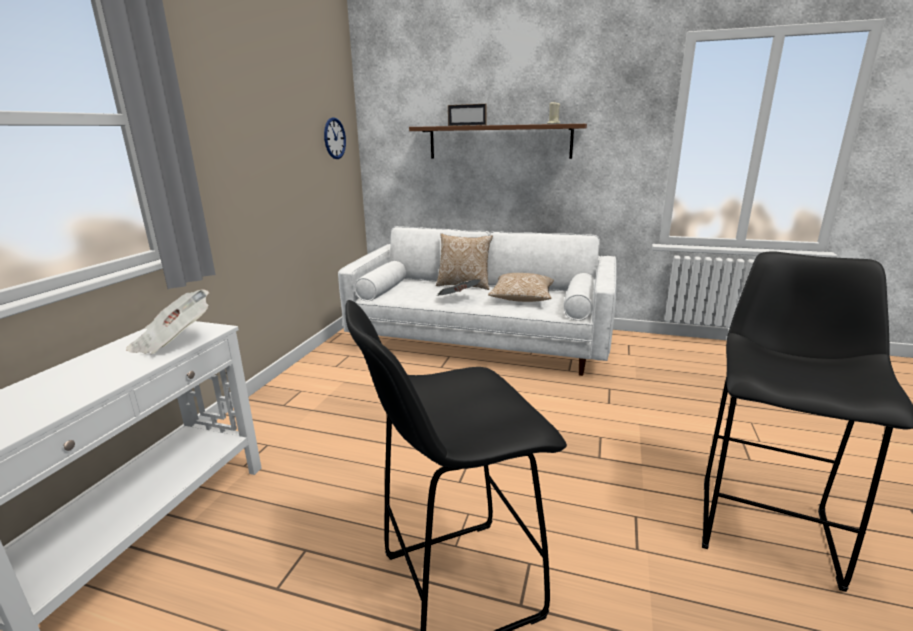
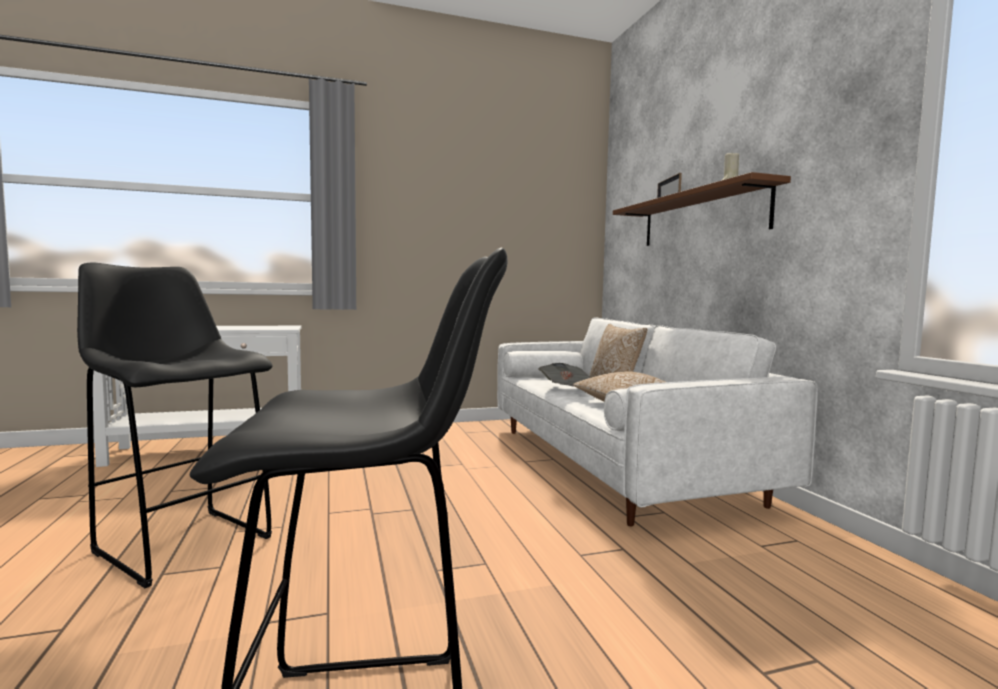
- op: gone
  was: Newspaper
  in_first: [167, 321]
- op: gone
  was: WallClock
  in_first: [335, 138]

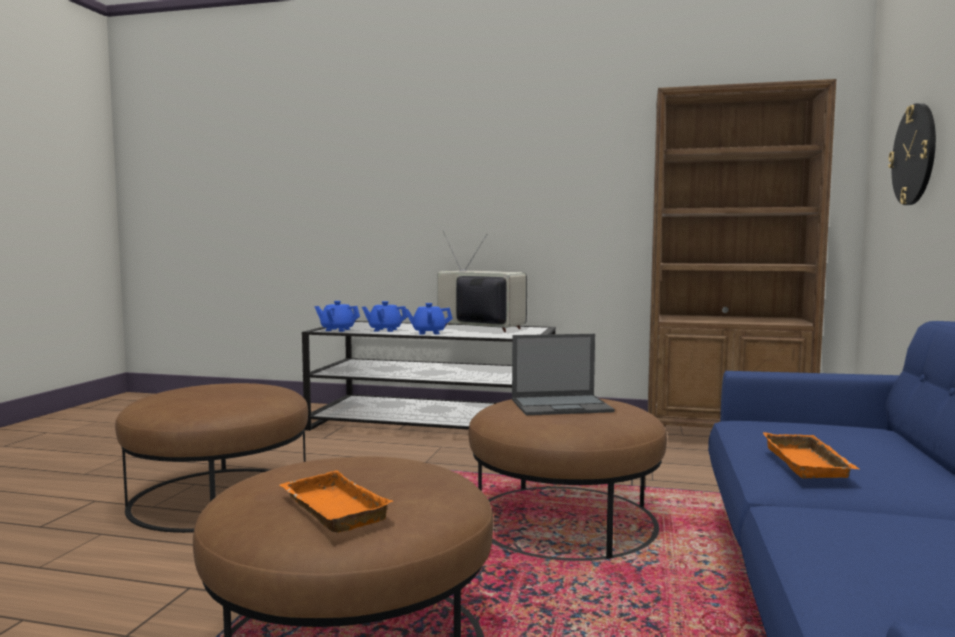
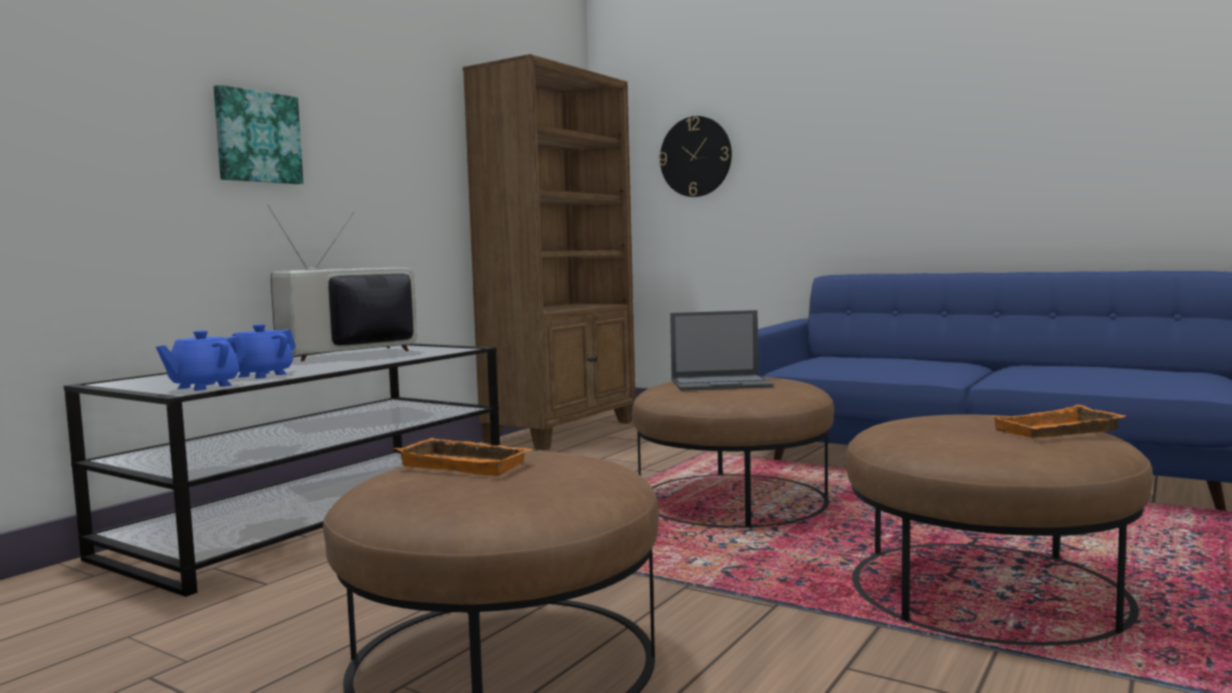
- op: new
  now: Picture
  in_second: [258, 134]
- op: shifted
  was: OrangeTray
  in_first: [811, 455]
  in_second: [463, 457]
- op: rotated
  was: Laptop
  in_first: [563, 374]
  in_second: [722, 350]
  clockwise: 75
- op: gone
  was: BlueTeapot
  in_first: [428, 319]

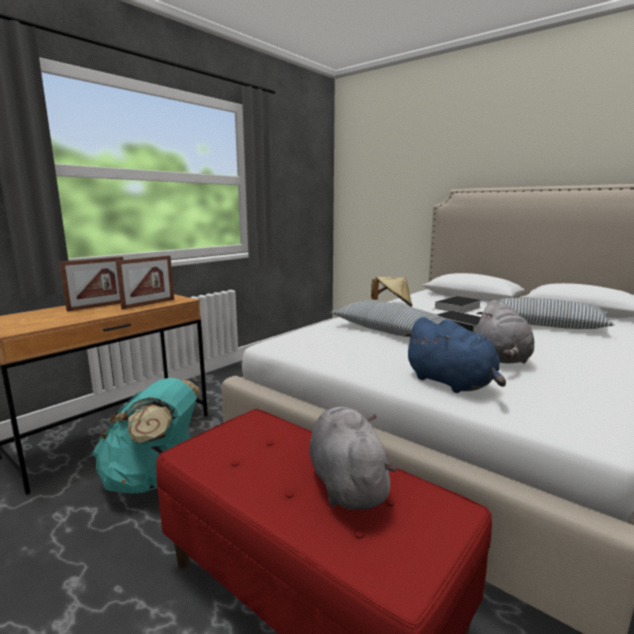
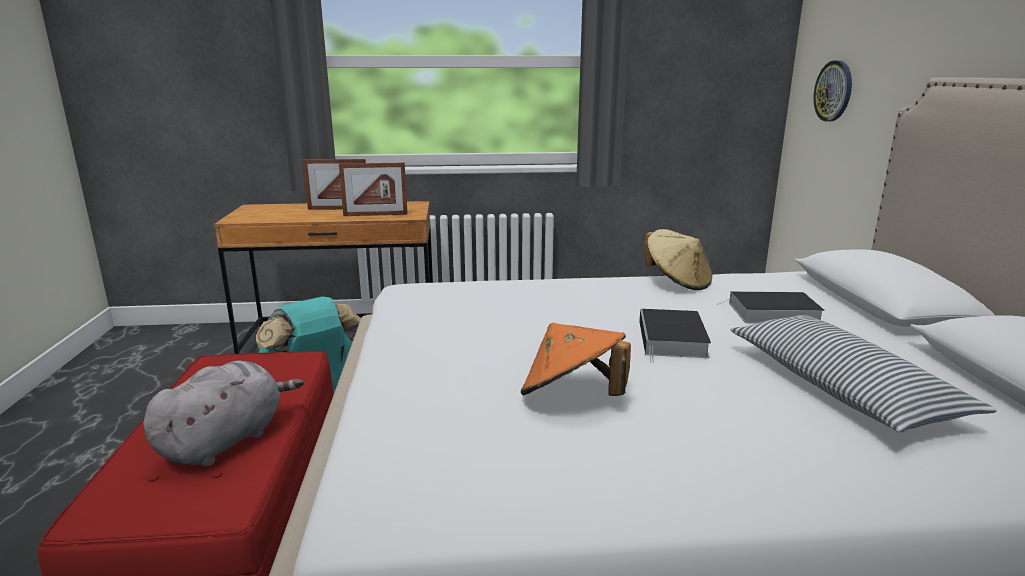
- op: swapped
  was: GreyPlushToy
  now: OrangeHat
  in_first: [505, 332]
  in_second: [576, 359]
- op: new
  now: WallClock
  in_second: [832, 91]
- op: gone
  was: Pillow
  in_first: [393, 318]
- op: gone
  was: BluePlushToy
  in_first: [454, 355]

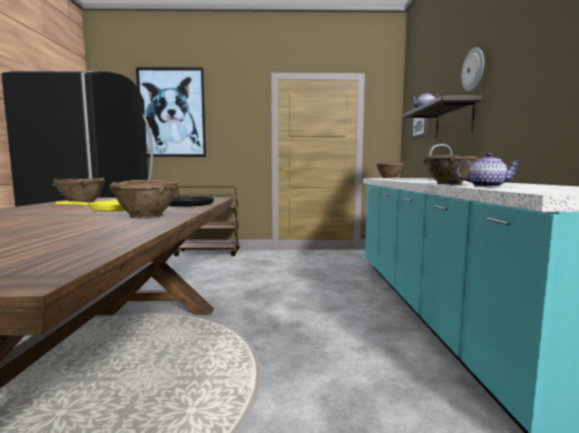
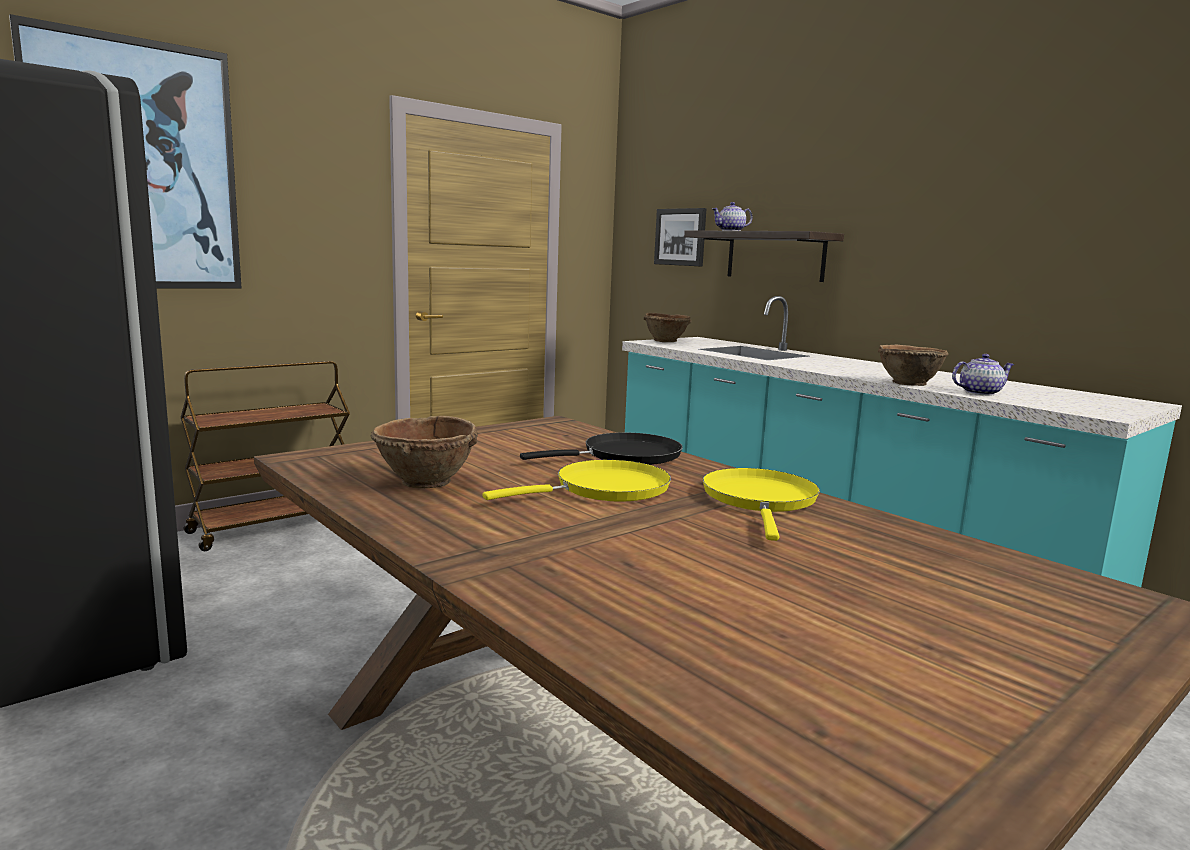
- op: swapped
  was: BrownBowl
  now: YellowFryingPan
  in_first: [144, 199]
  in_second: [761, 504]
- op: gone
  was: WallClock
  in_first: [472, 69]

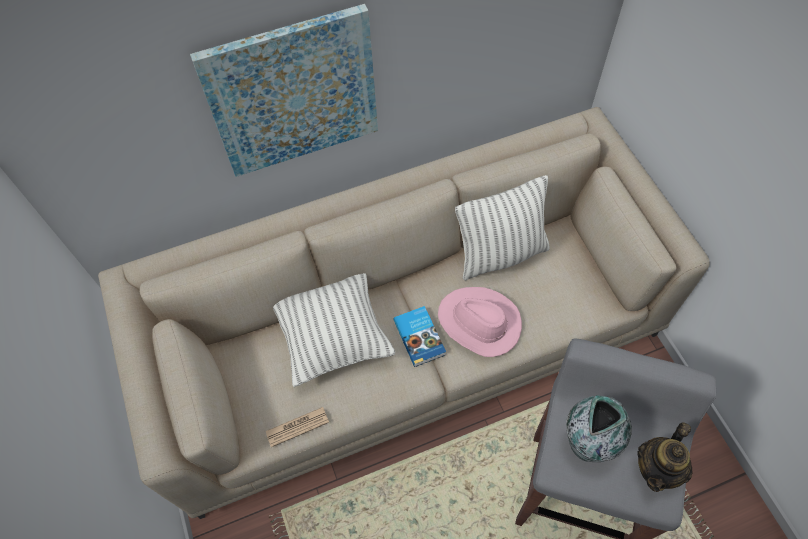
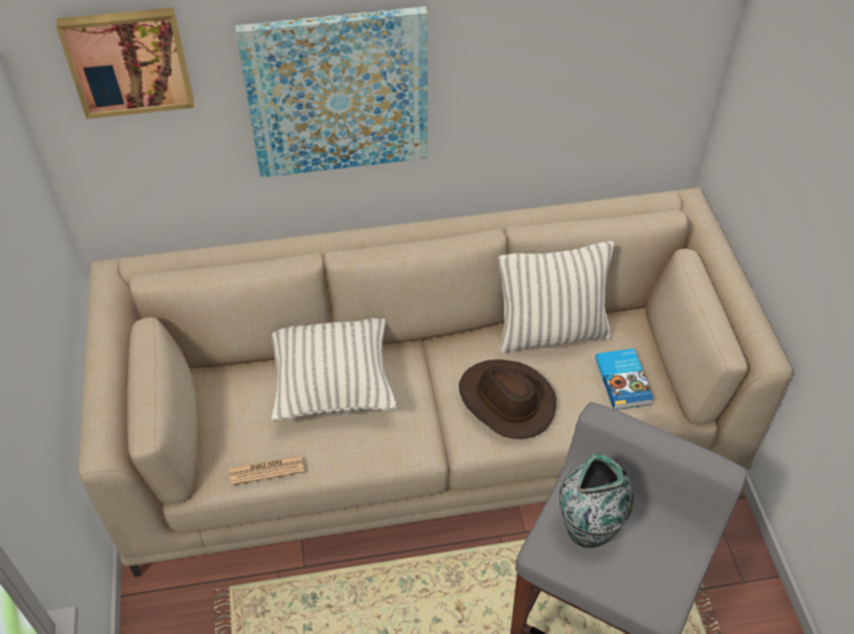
- op: new
  now: Picture
  in_second: [125, 63]
- op: repainted
  was: PinkHat
  now: BrownHat
  in_first: [480, 322]
  in_second: [507, 399]
- op: shifted
  was: Book
  in_first: [419, 336]
  in_second: [624, 379]
- op: gone
  was: Teapot
  in_first: [664, 457]

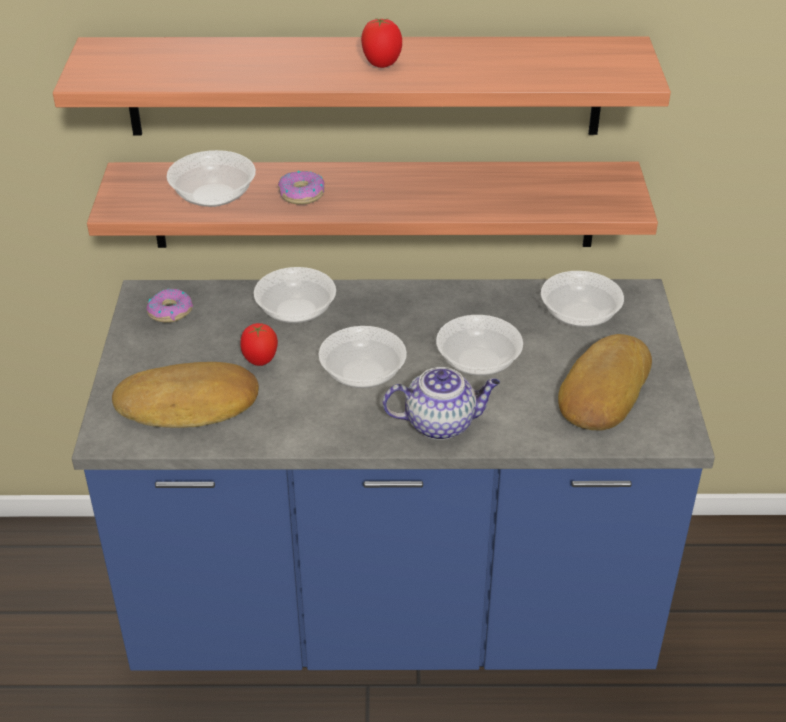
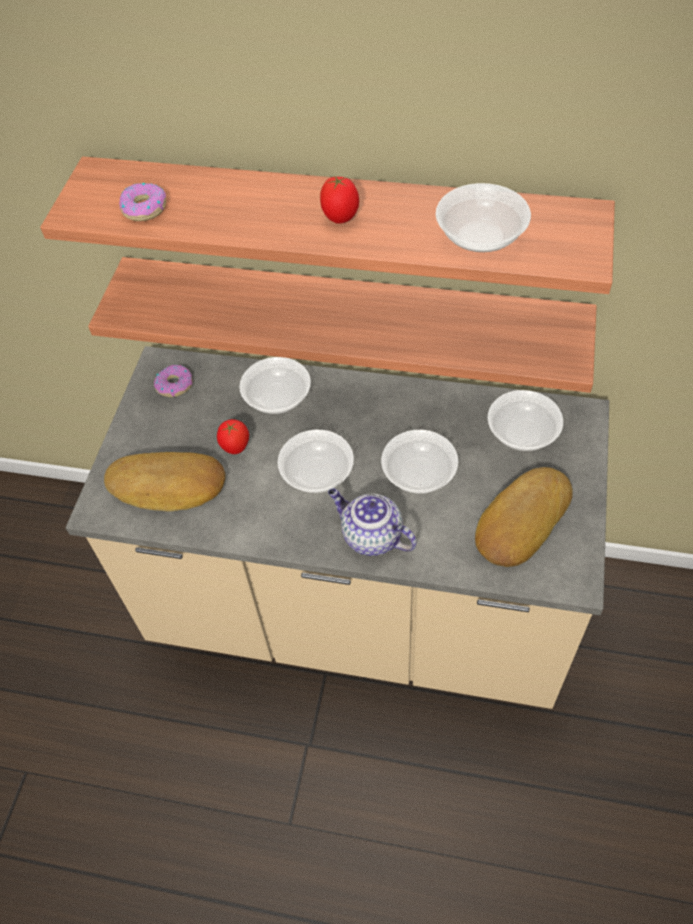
- op: repainted
  was: BlueCounter
  now: BeigeCounter
  in_first: [393, 475]
  in_second: [337, 527]
- op: shifted
  was: Donut
  in_first: [301, 188]
  in_second: [142, 202]
- op: rotated
  was: Teapot
  in_first: [441, 403]
  in_second: [372, 522]
  clockwise: -150
- op: shifted
  was: Bowl
  in_first: [211, 178]
  in_second: [483, 217]

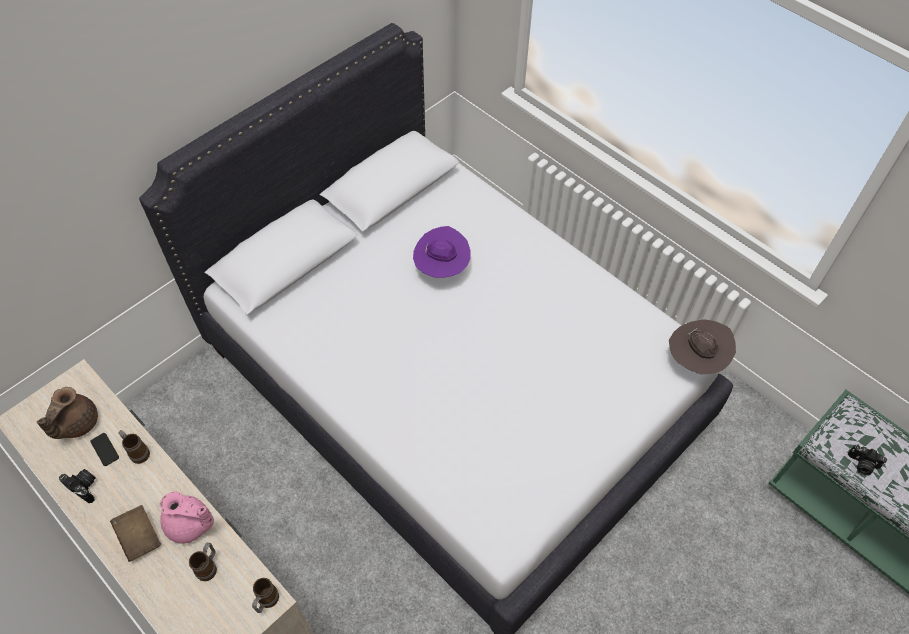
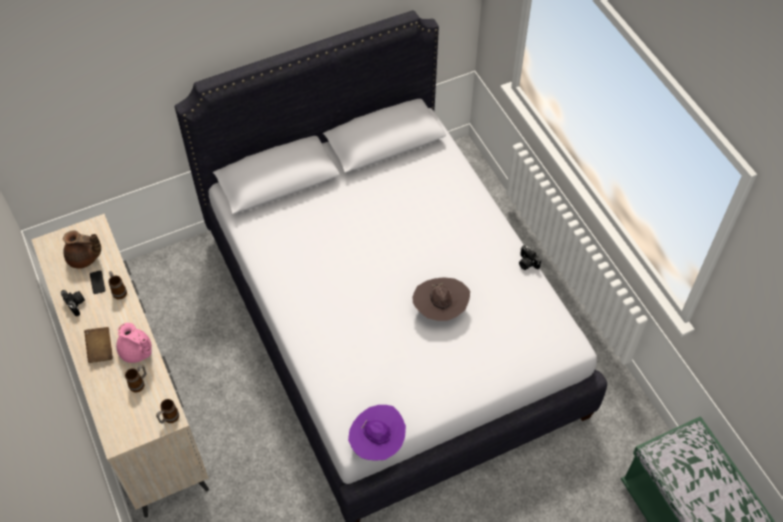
- op: rotated
  was: BrownTeapot
  in_first: [67, 413]
  in_second: [82, 249]
  clockwise: -120
- op: shifted
  was: PurpleHat
  in_first: [441, 252]
  in_second: [377, 433]
- op: shifted
  was: BrownHat
  in_first: [702, 346]
  in_second: [441, 299]
- op: shifted
  was: PhotoCamera
  in_first: [867, 460]
  in_second: [530, 257]

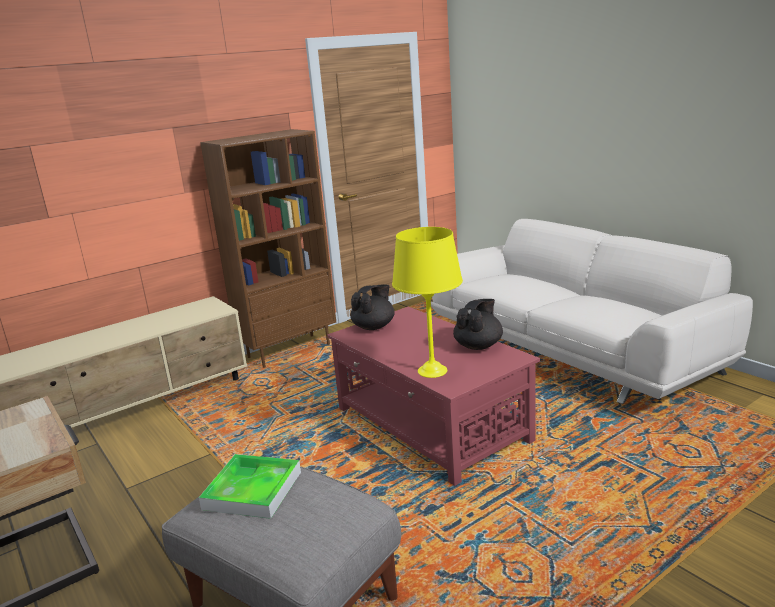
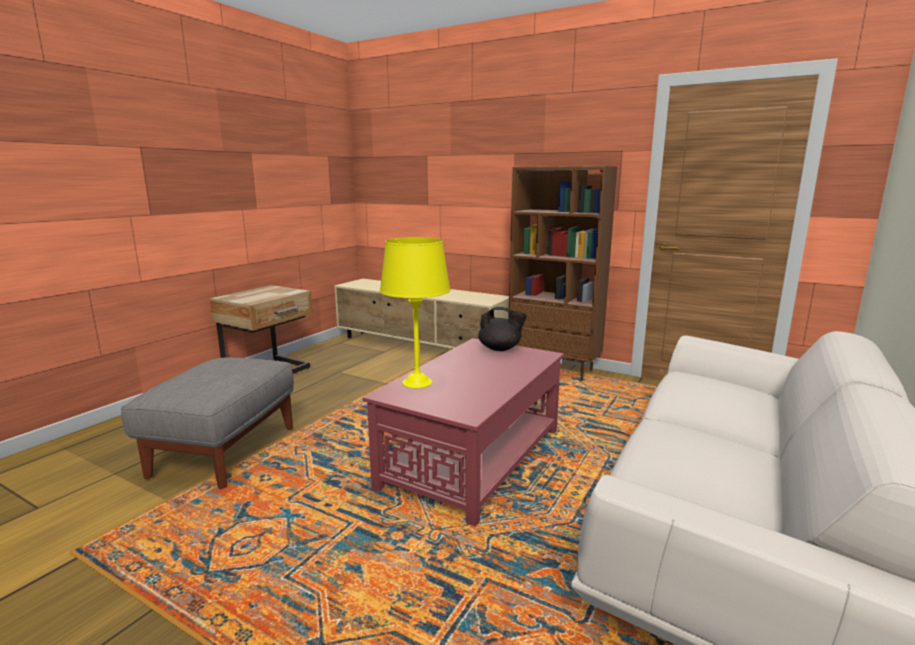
- op: gone
  was: Tray
  in_first: [250, 486]
- op: gone
  was: BlackTeapot
  in_first: [478, 324]

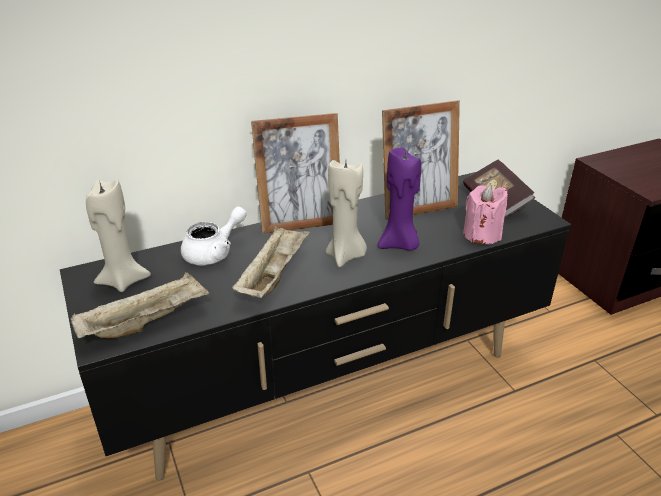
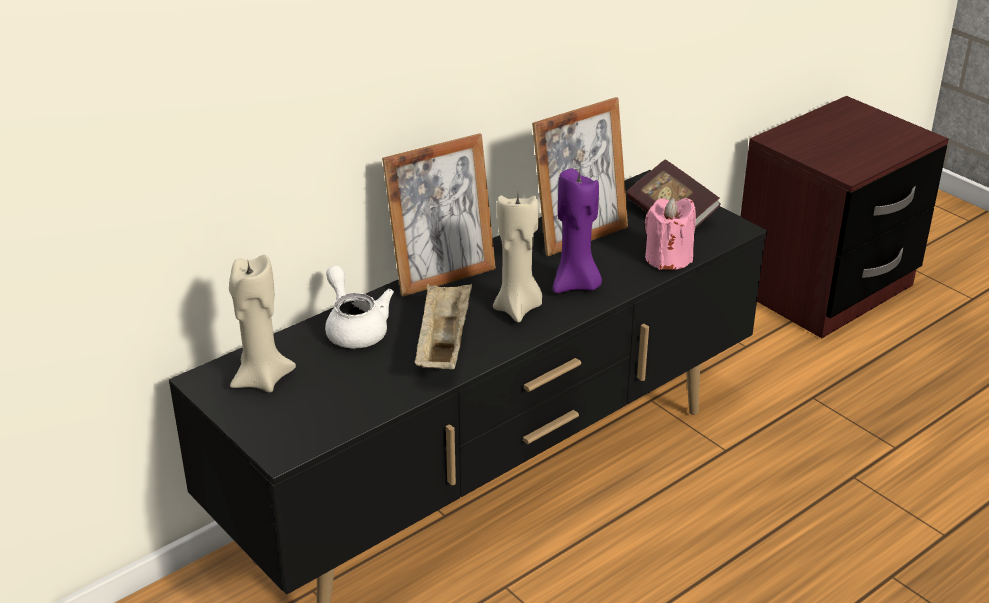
- op: rotated
  was: WhiteTeapot
  in_first: [214, 235]
  in_second: [359, 307]
  clockwise: -60
- op: gone
  was: BeigeTray
  in_first: [139, 305]

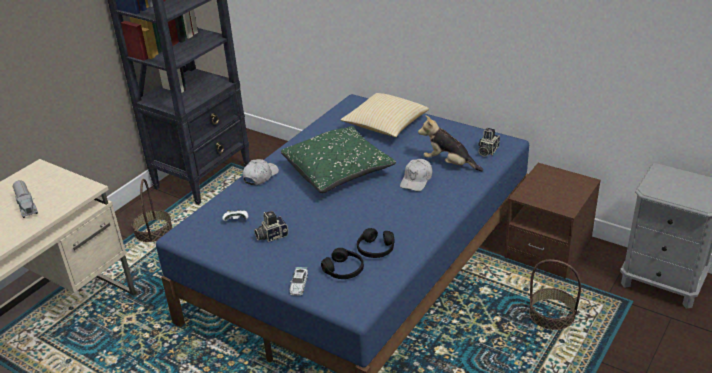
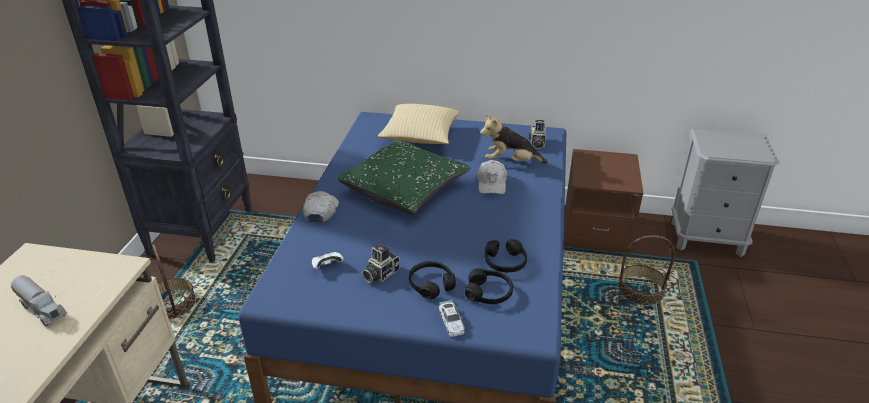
- op: new
  now: BlackHeadphones
  in_second: [432, 280]

